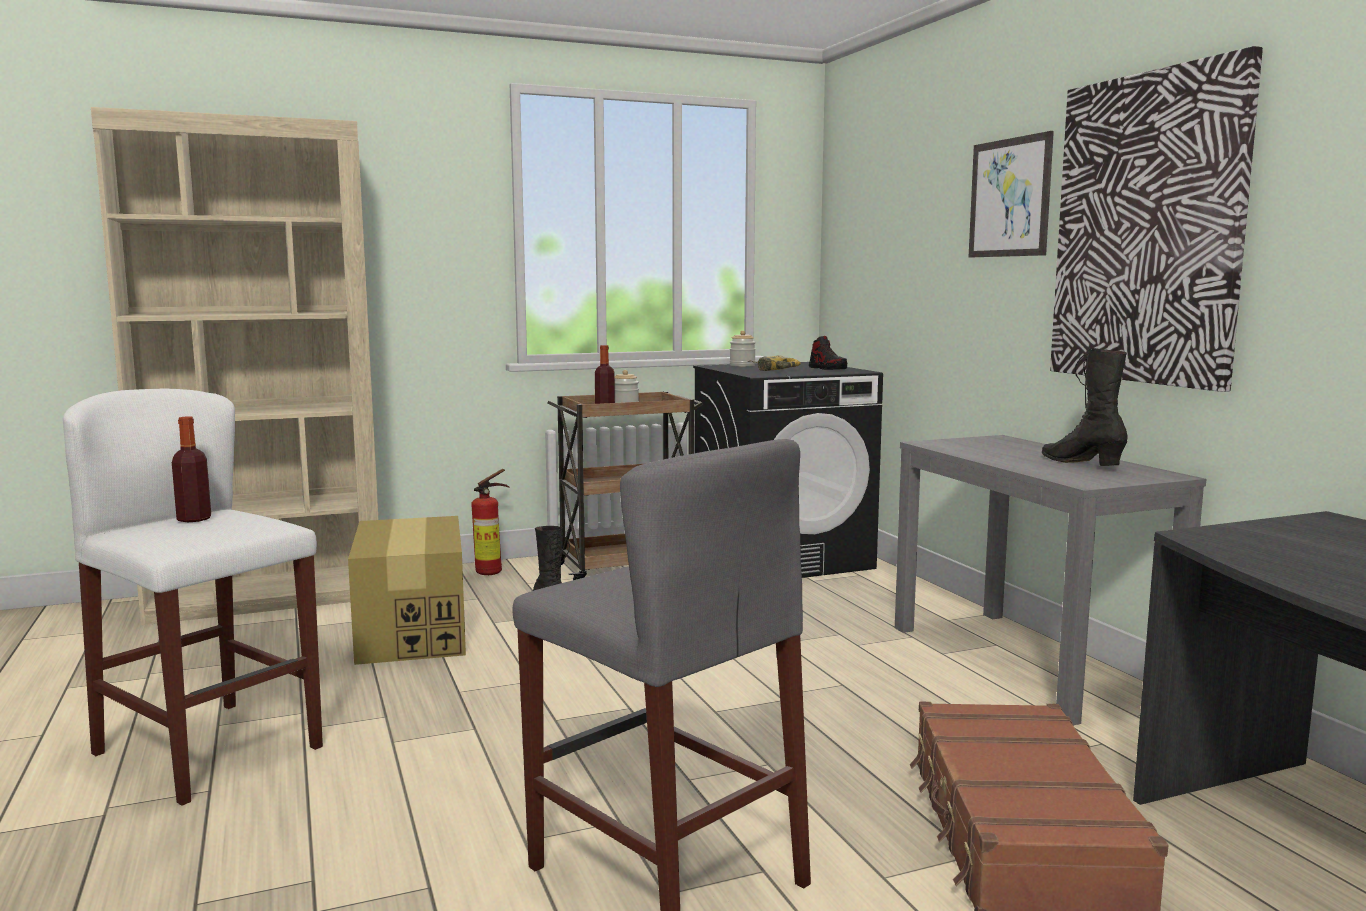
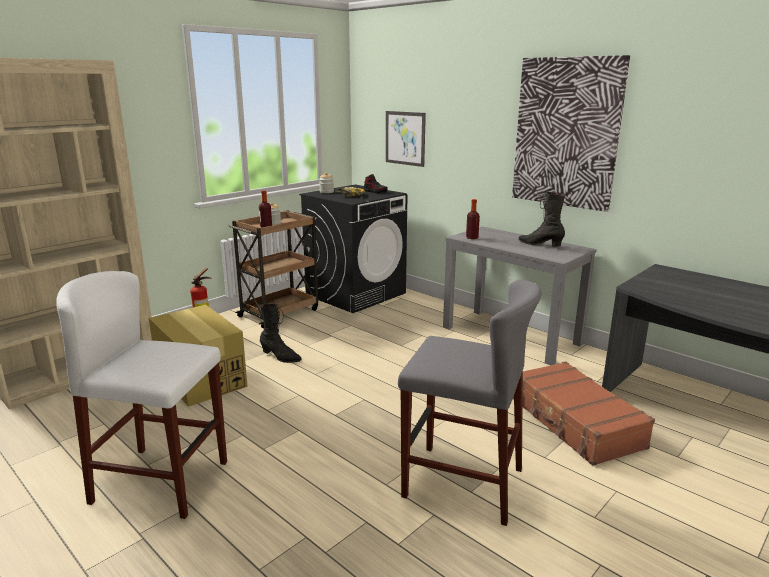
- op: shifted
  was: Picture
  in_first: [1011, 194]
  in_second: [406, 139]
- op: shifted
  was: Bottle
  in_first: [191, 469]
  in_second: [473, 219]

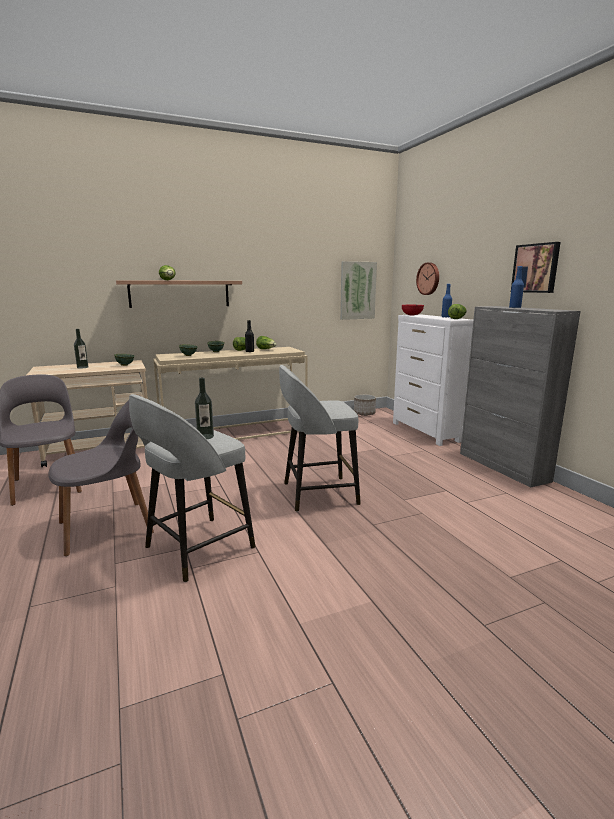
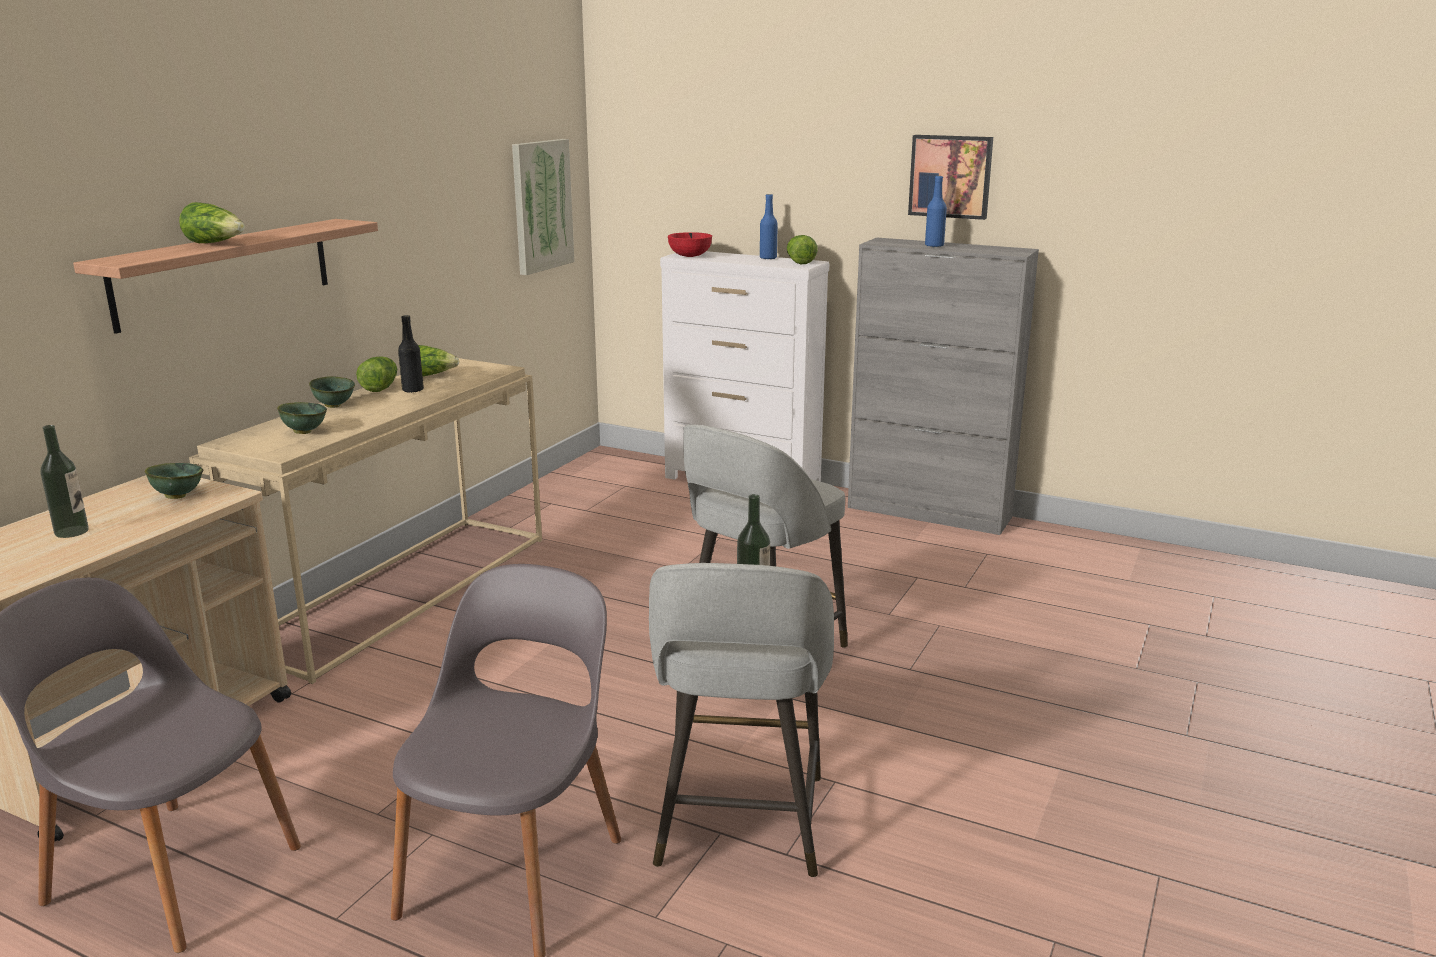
- op: gone
  was: Planter
  in_first: [365, 405]
- op: gone
  was: WallClock
  in_first: [427, 278]

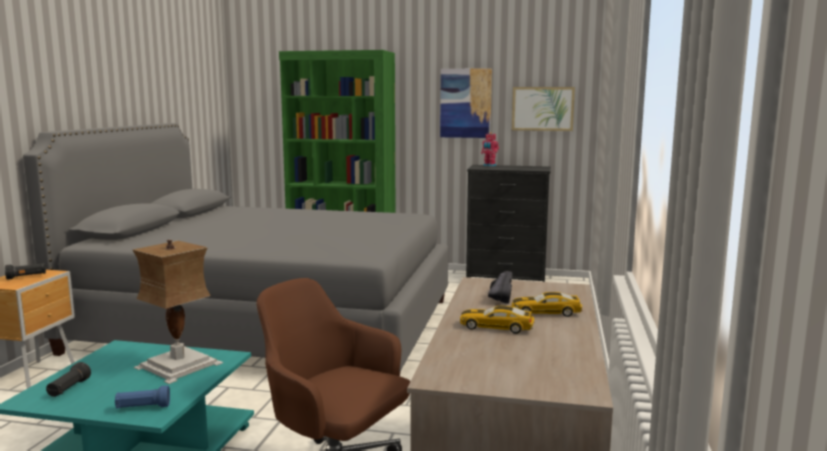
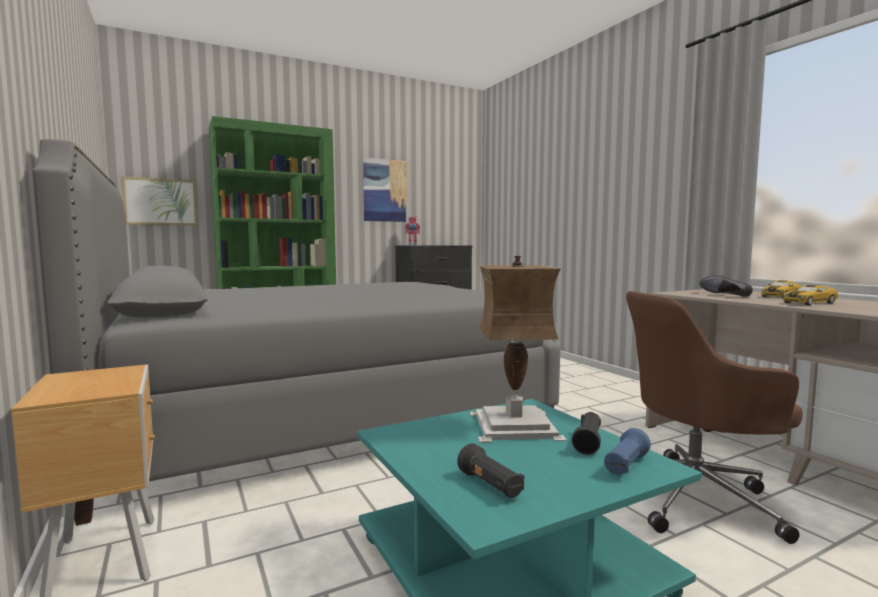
- op: shifted
  was: Picture
  in_first: [543, 109]
  in_second: [159, 201]
- op: shifted
  was: BlackFlashlight
  in_first: [25, 271]
  in_second: [586, 433]

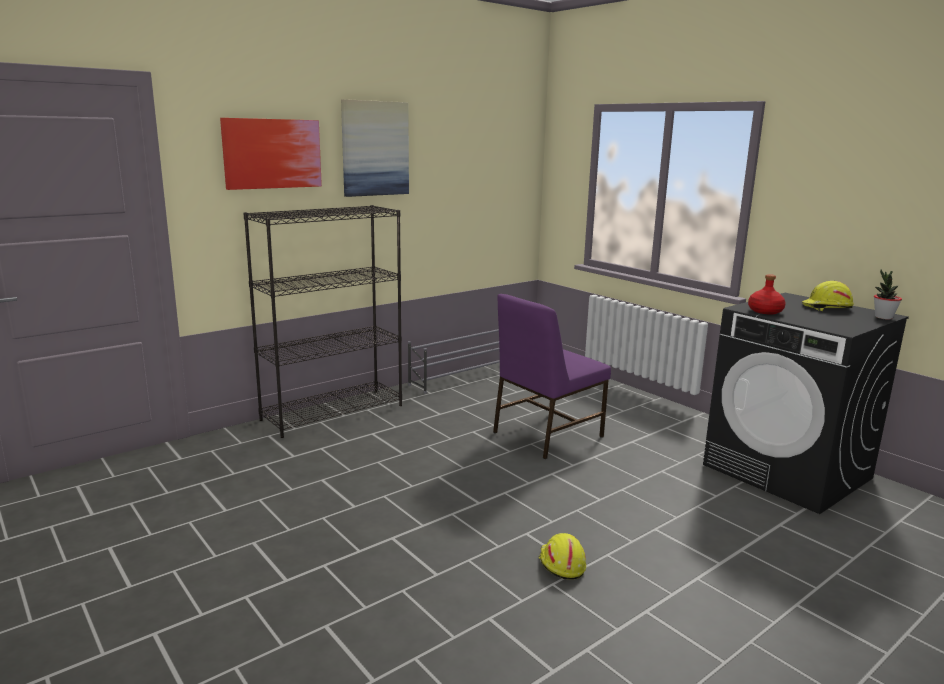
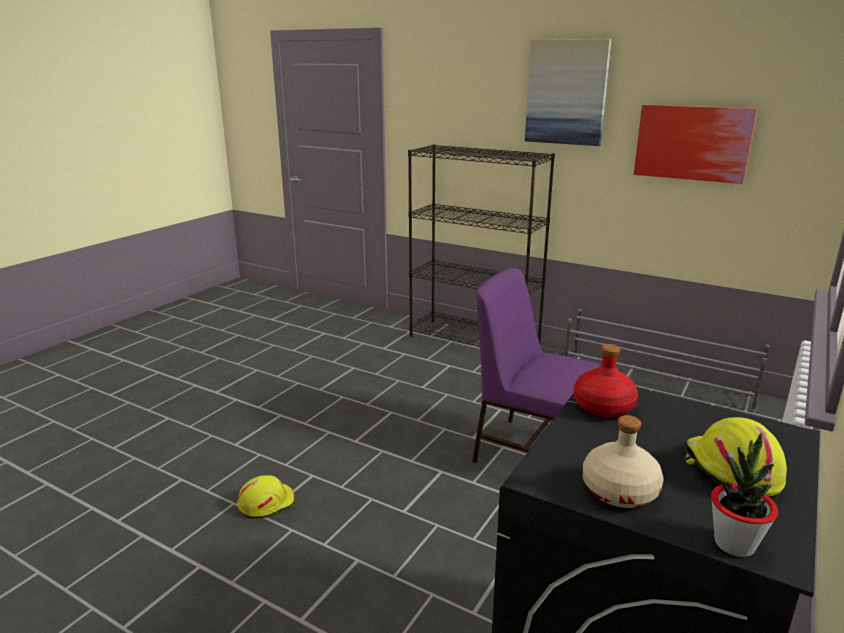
- op: new
  now: BeigeBottle
  in_second: [623, 461]
- op: shifted
  was: Picture
  in_first: [271, 154]
  in_second: [695, 144]

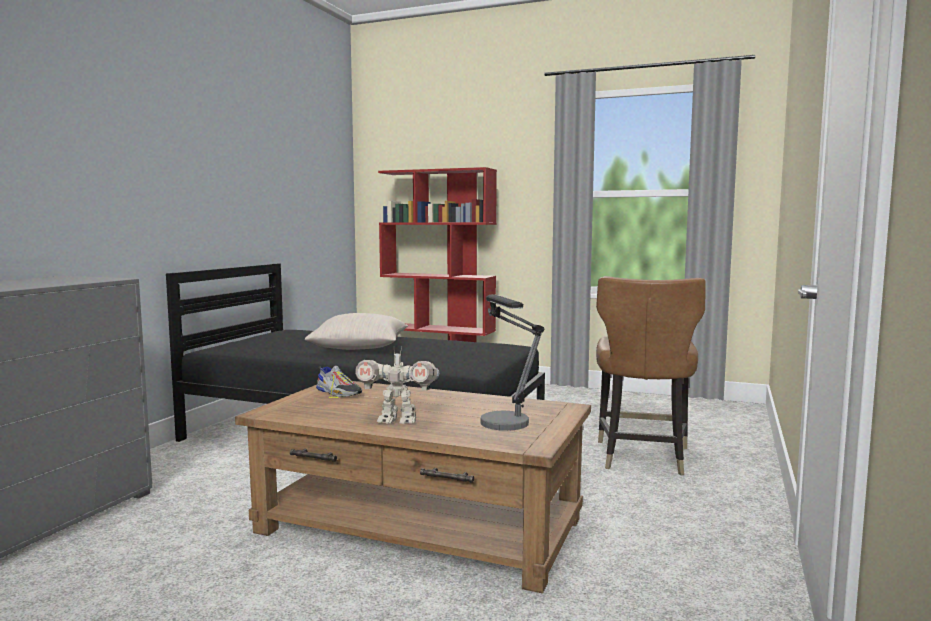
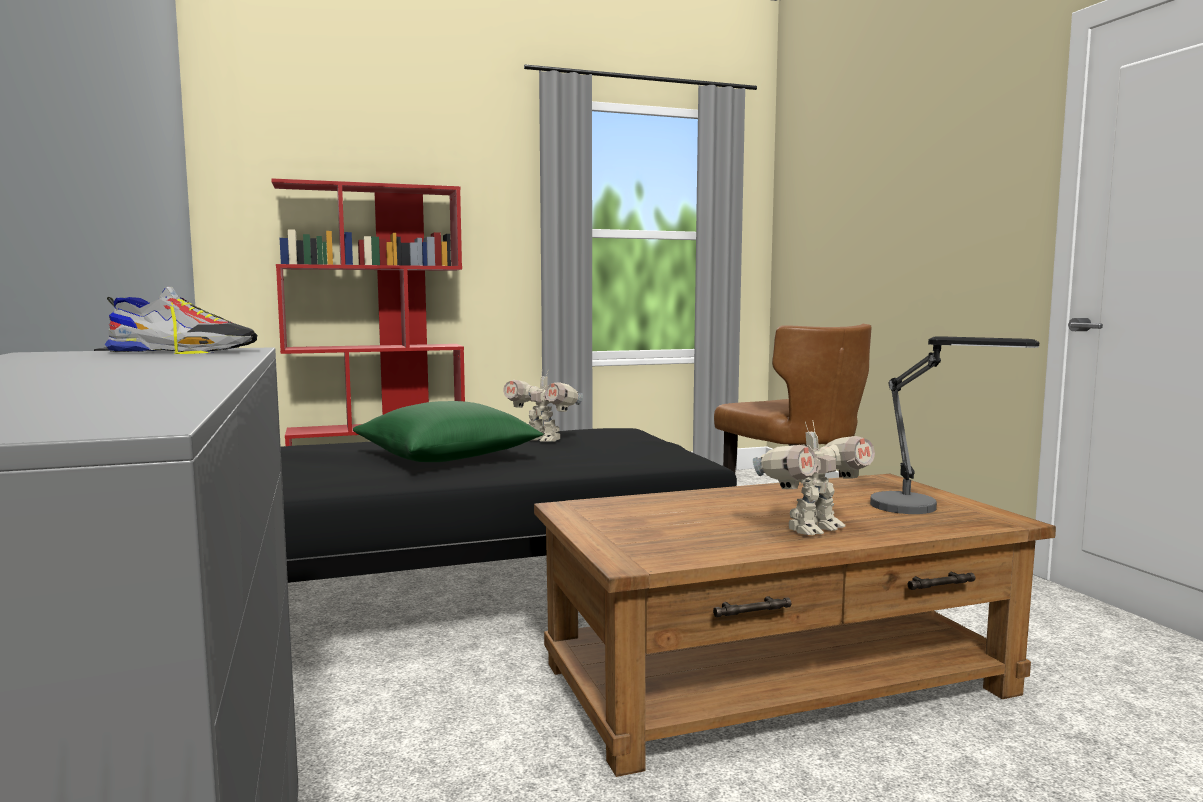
- op: shifted
  was: Shoe
  in_first: [339, 382]
  in_second: [181, 320]
- op: repainted
  was: BeigePillow
  now: GreenPillow
  in_first: [356, 331]
  in_second: [448, 431]
- op: new
  now: ToyRobot
  in_second: [543, 405]

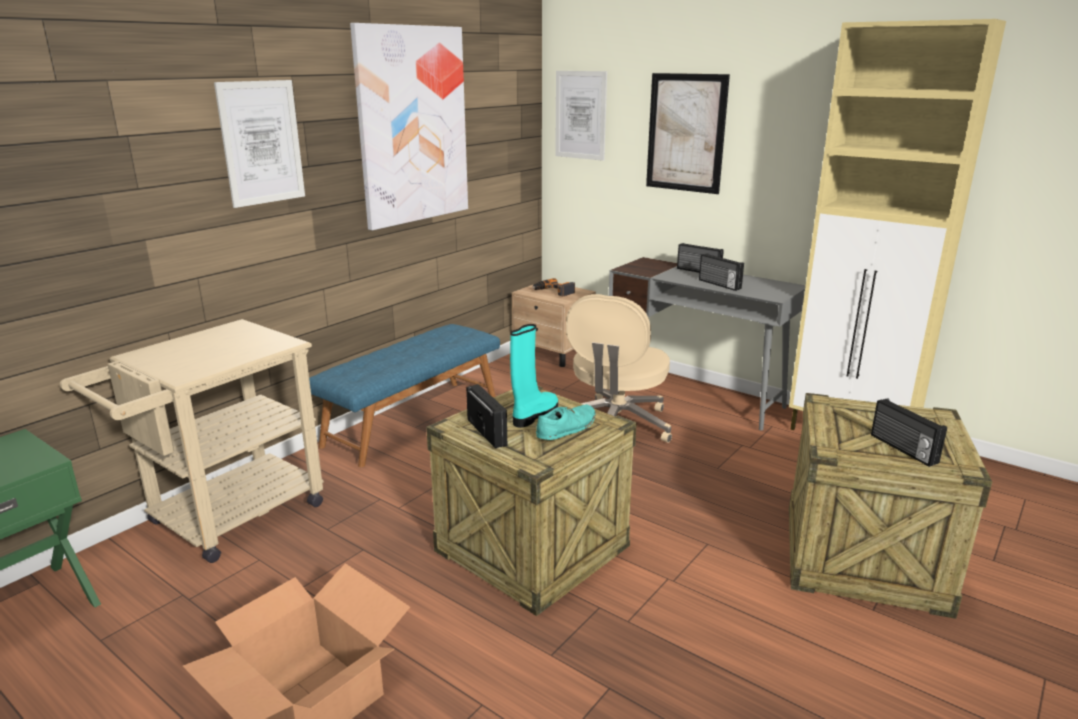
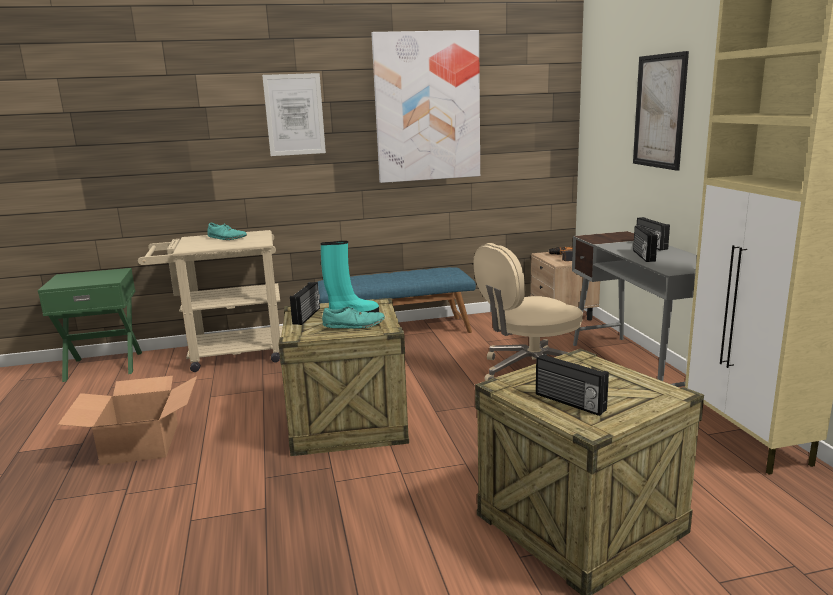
- op: new
  now: TurquoiseShoe
  in_second: [227, 231]
- op: rotated
  was: Radio
  in_first: [909, 432]
  in_second: [572, 385]
  clockwise: -60
- op: gone
  was: Picture
  in_first: [581, 116]

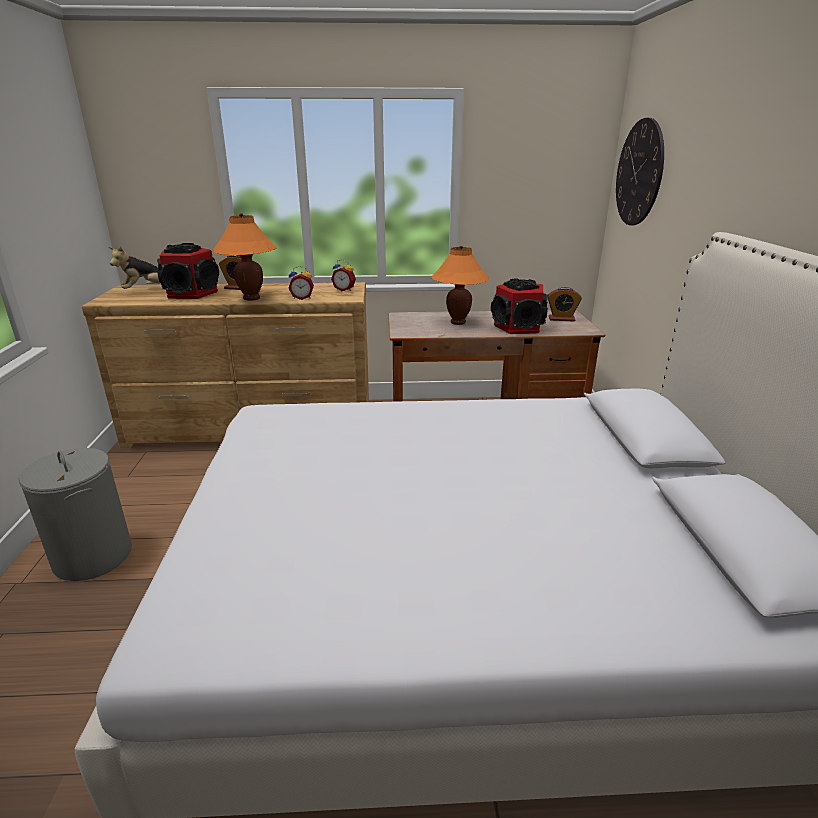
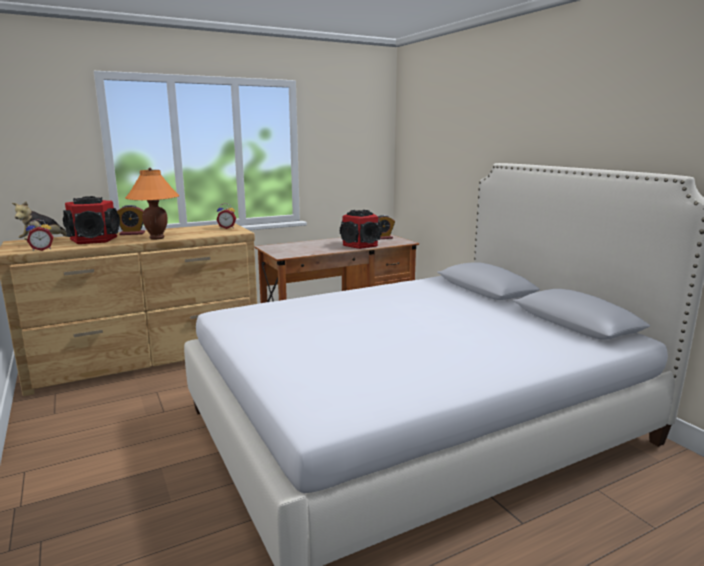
- op: shifted
  was: AlarmClock
  in_first: [301, 283]
  in_second: [39, 235]
- op: gone
  was: GreyLaundryBasket
  in_first: [75, 514]
- op: gone
  was: OrangeTableLamp
  in_first: [460, 285]
- op: gone
  was: WallClock
  in_first: [640, 171]

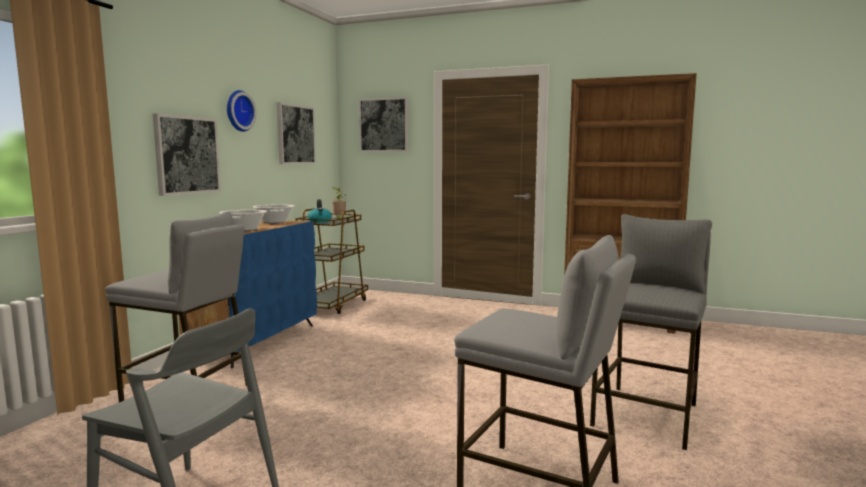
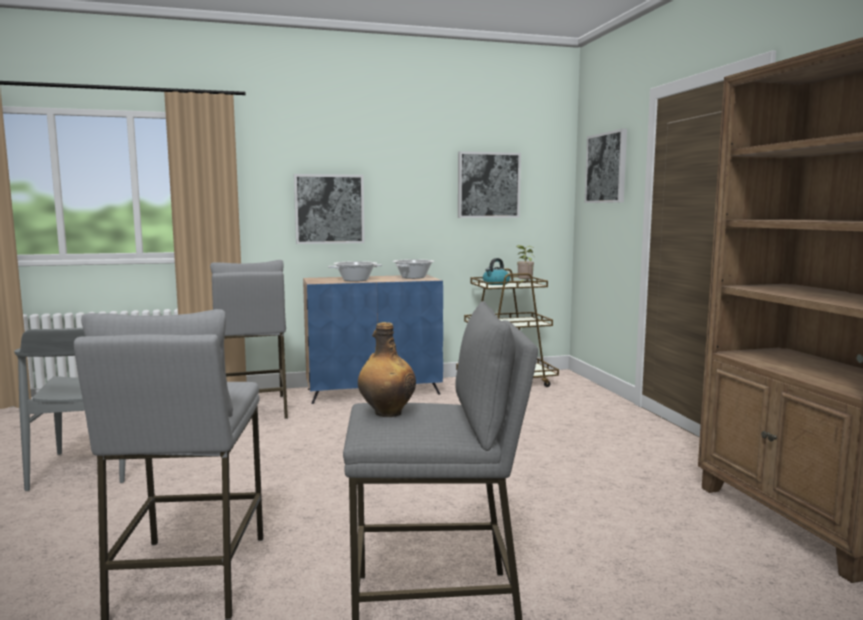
- op: new
  now: Bottle
  in_second: [387, 369]
- op: gone
  was: WallClock
  in_first: [242, 111]

